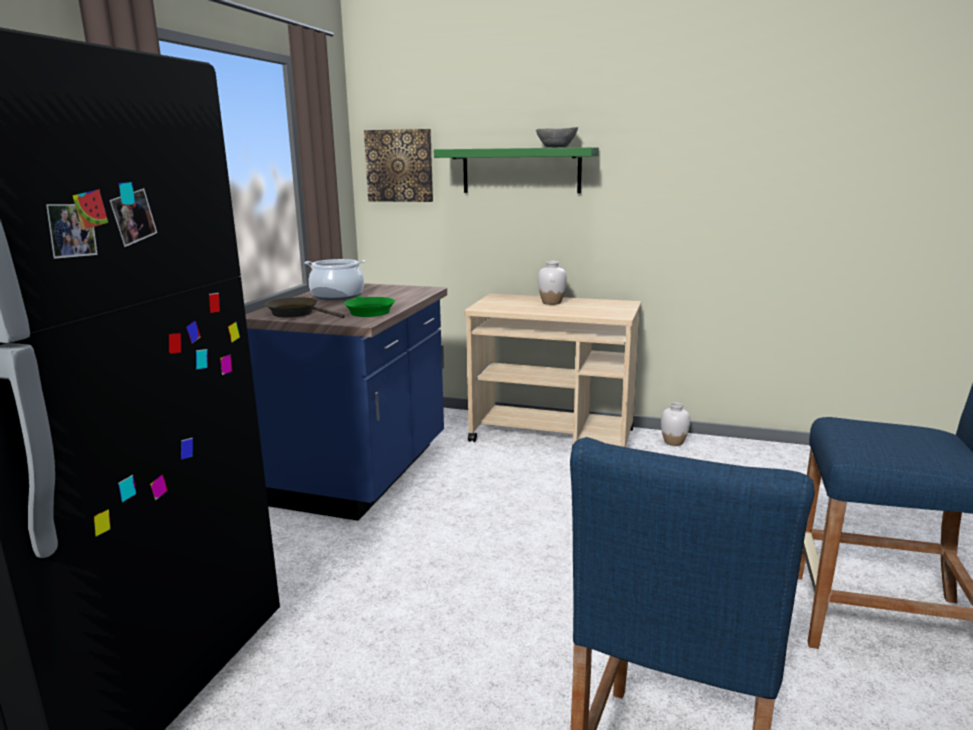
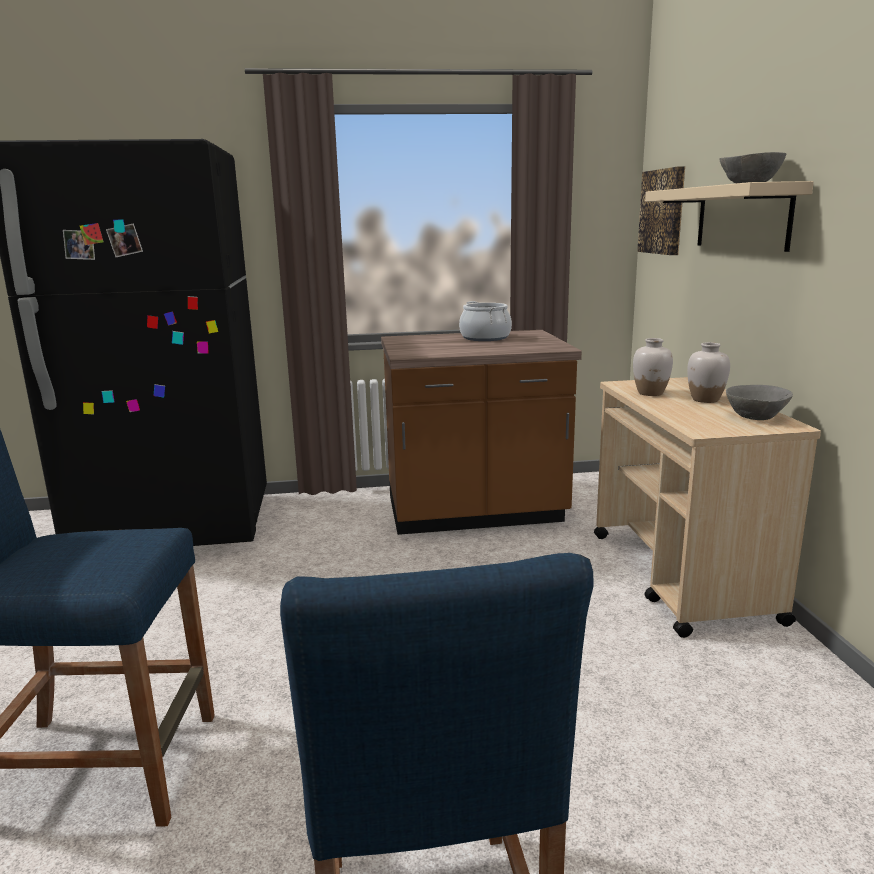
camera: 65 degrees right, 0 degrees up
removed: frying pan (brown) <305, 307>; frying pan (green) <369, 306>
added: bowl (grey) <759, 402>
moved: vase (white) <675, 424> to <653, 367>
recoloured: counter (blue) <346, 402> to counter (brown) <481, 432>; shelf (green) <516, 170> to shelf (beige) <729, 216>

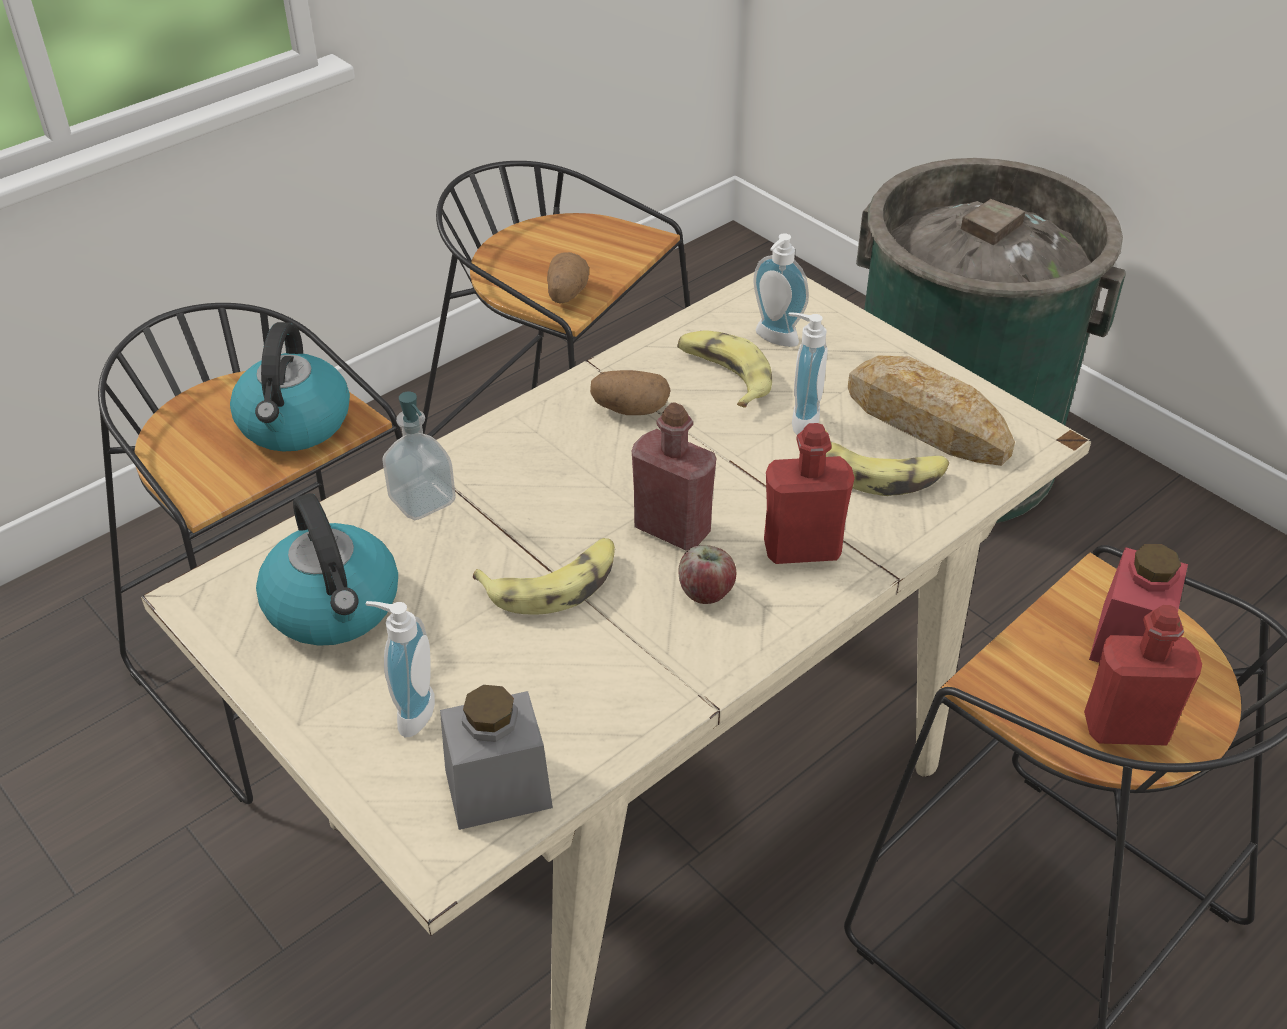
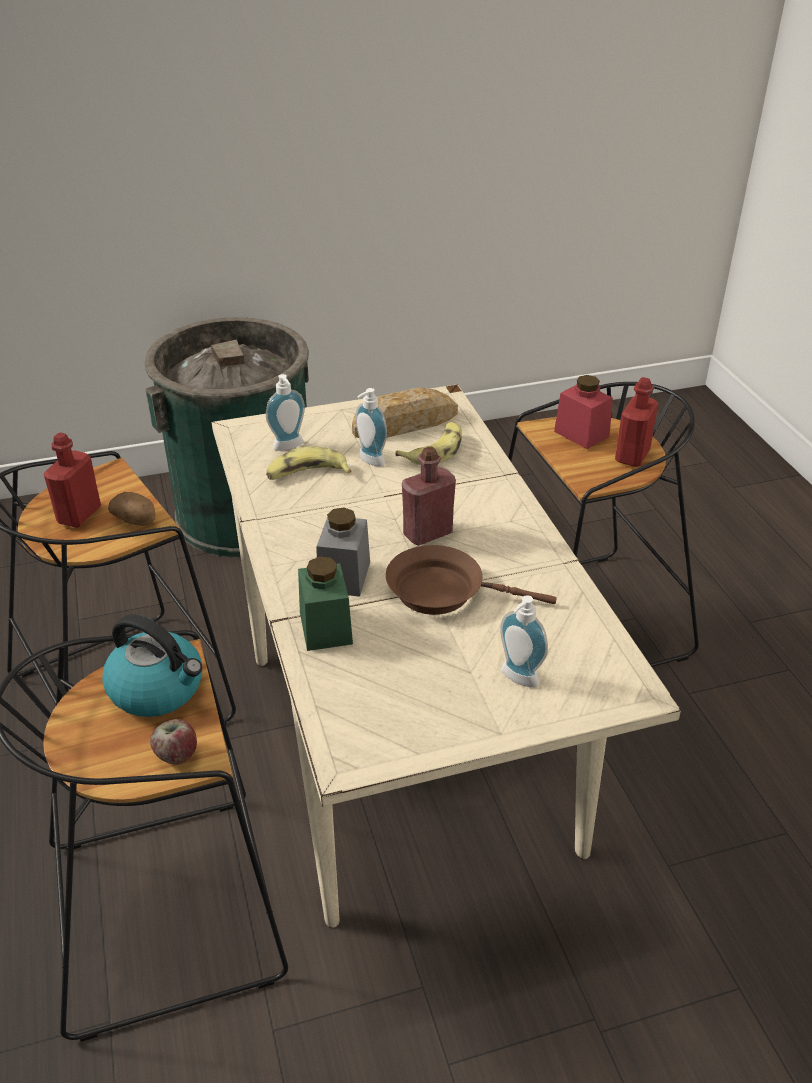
camera: 65 degrees left, 5 degrees down
removed: kettle <327, 569>; potato <630, 392>
moved: bottle (red) <809, 493> to <72, 480>; apple <707, 574> to <173, 742>; jar (grey) <496, 757> to <343, 552>
replaced: soap dispenser <419, 456> to jar (green) <325, 604>; banana <544, 576> to frying pan (brown) <471, 580>

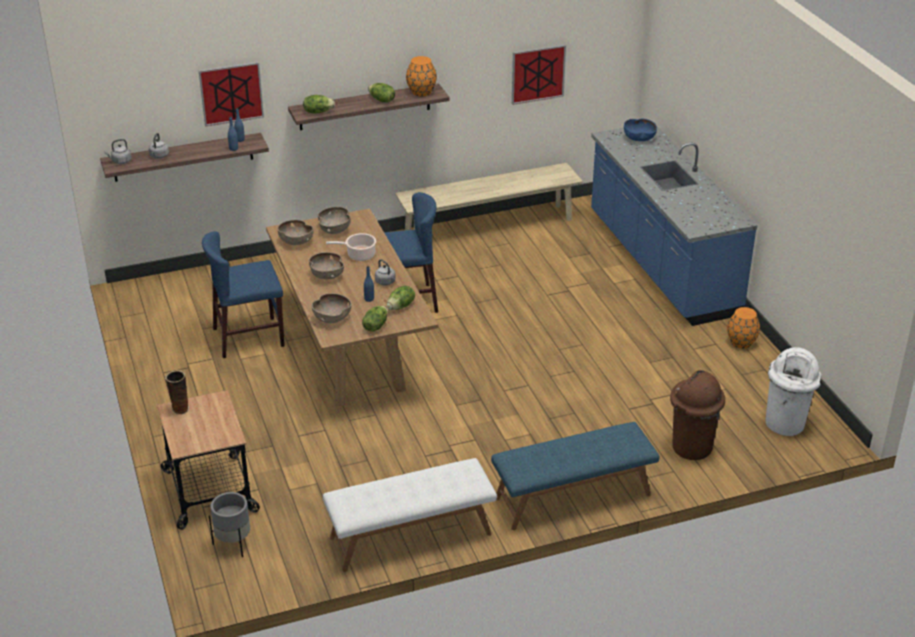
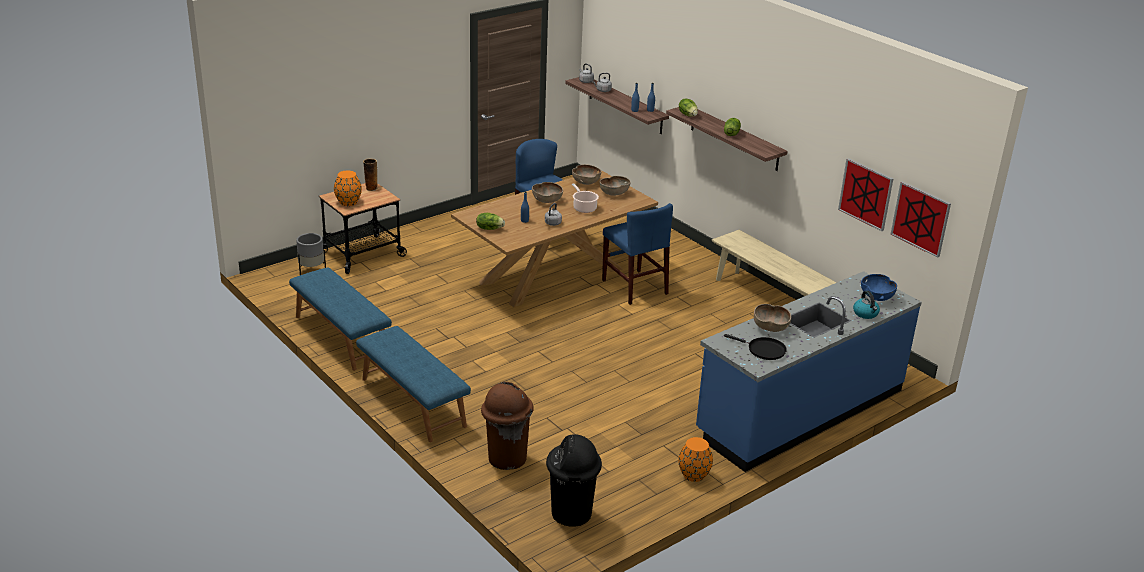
camera: 70 degrees right, 5 degrees down
removed: lettuce <401, 298>
added: frying pan (black) <755, 347>; kettle <866, 305>
moved: vase (orange) <421, 76> to <348, 188>; bowl (brown) <332, 308> to <772, 318>; picture <231, 94> to <920, 219>
recoloured: bench (white) <410, 515> to bench (blue) <340, 319>; trash can (white) <793, 391> to trash can (black) <574, 480>

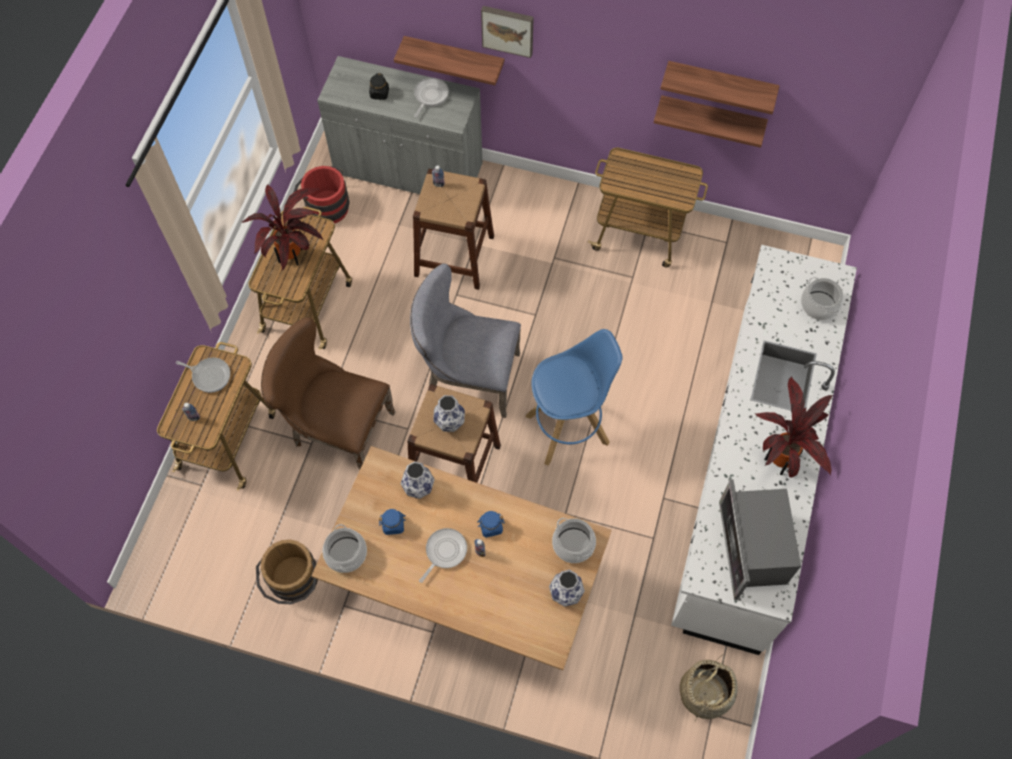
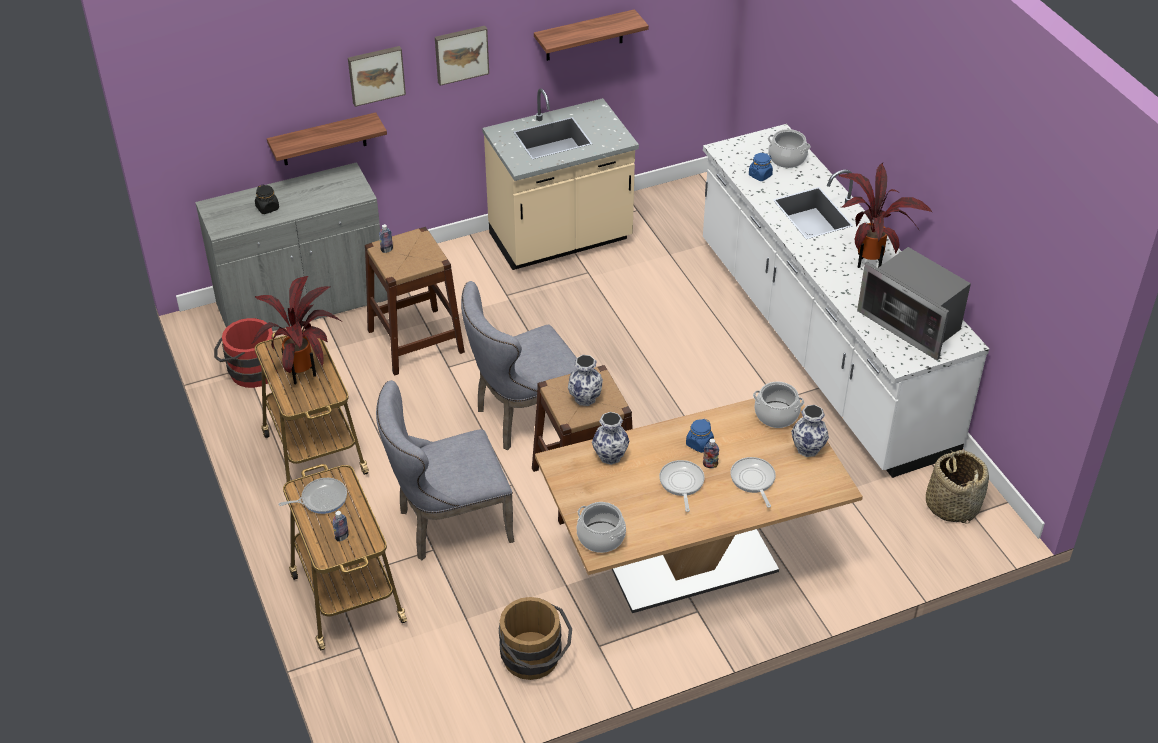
camera: 40 degrees left, 20 degrees down
removed: stool (blue) <574, 397>; shelf <711, 121>
added: picture <462, 56>
moved: frying pan <431, 97> to <753, 482>; jar (blue) <392, 522> to <761, 167>
replaced: cart <648, 207> to counter (beige) <560, 179>
recoloured: chair (brown) <328, 393> to chair (grey) <445, 470>

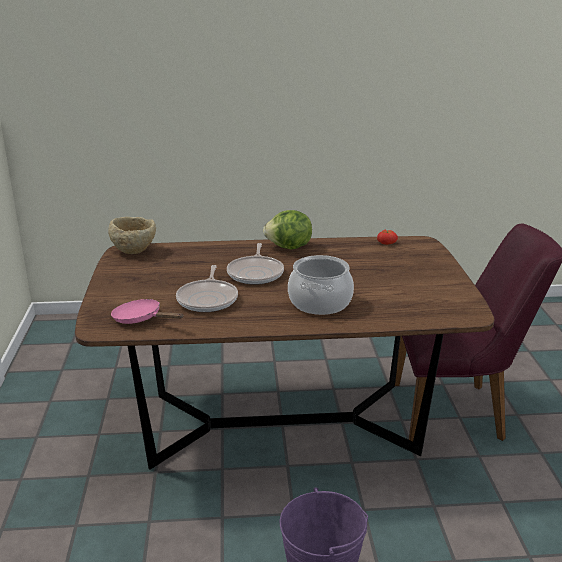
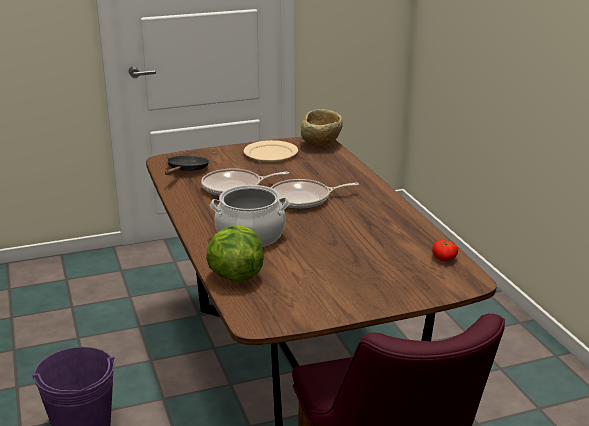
camera: 75 degrees right, 0 degrees up
added: plate (beige) <271, 151>
moved: lettuce <287, 229> to <235, 253>
recoloured: frying pan (pink) <147, 311> to frying pan (black) <187, 165>

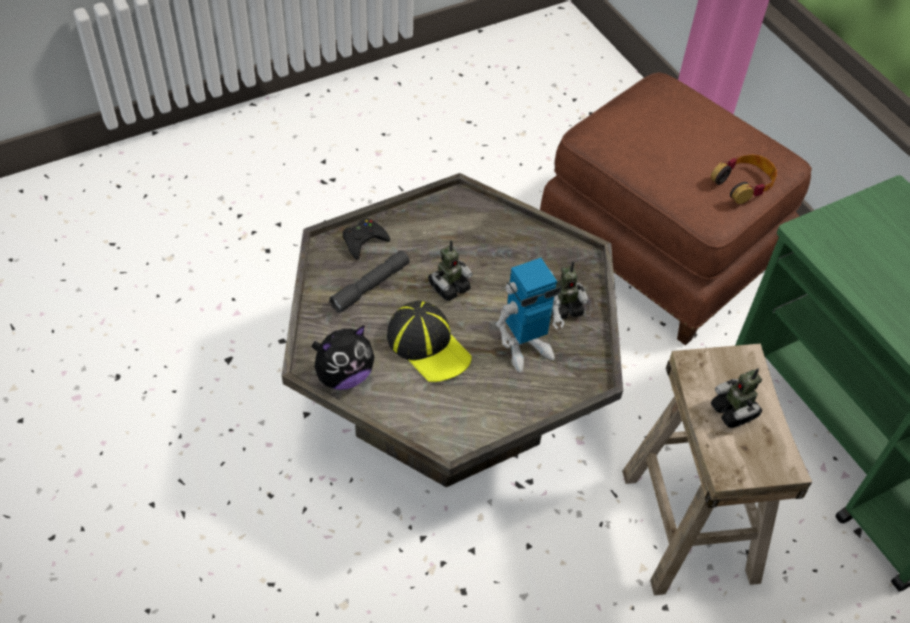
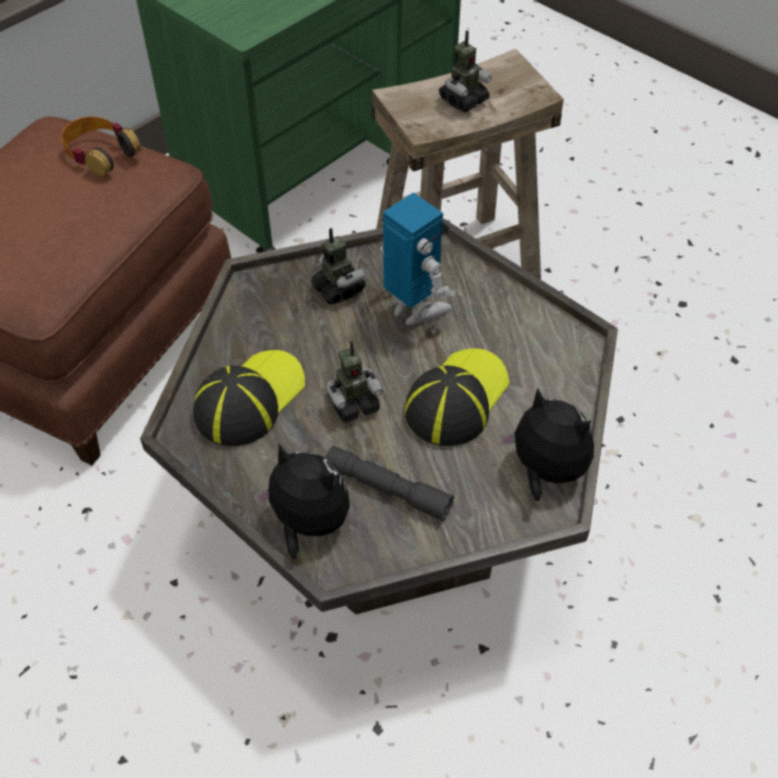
camera: 105 degrees left, 0 degrees up
added: cap <249, 398>
replaced: game controller (black) <366, 239> to plush toy <301, 501>
turned: toy robot <450, 270> = <354, 381> 120 degrees clockwise

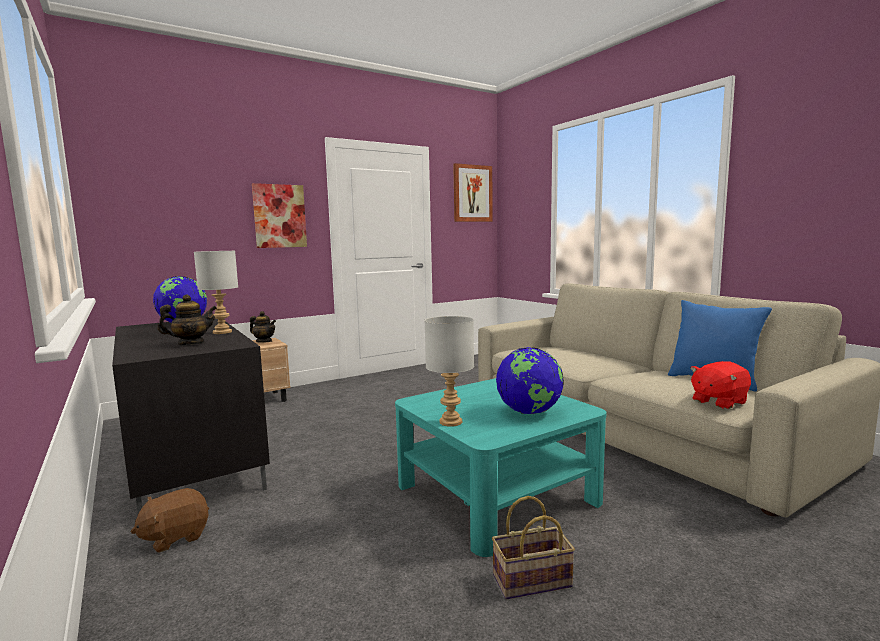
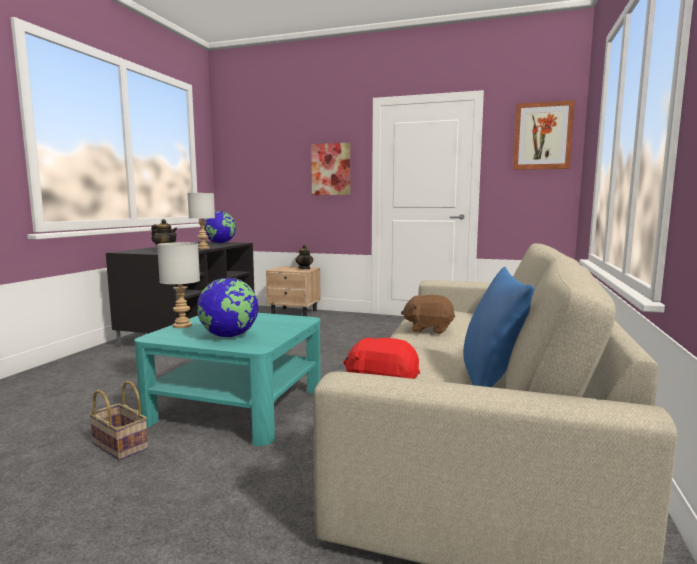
camera: 50 degrees right, 0 degrees up
moved: plush toy (brown) <170, 520> to <428, 314>

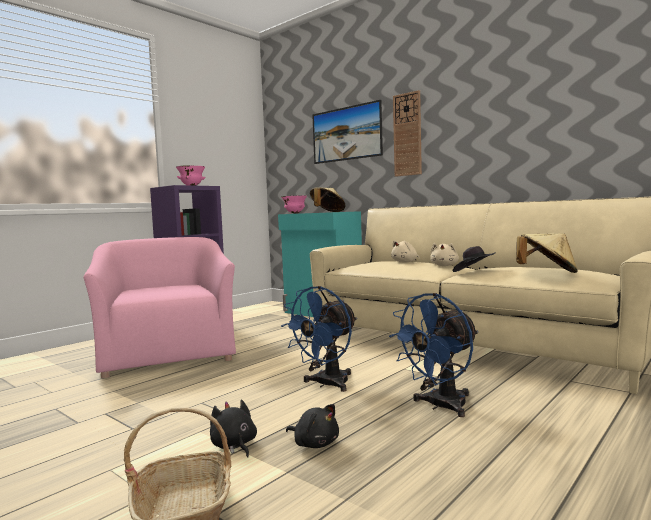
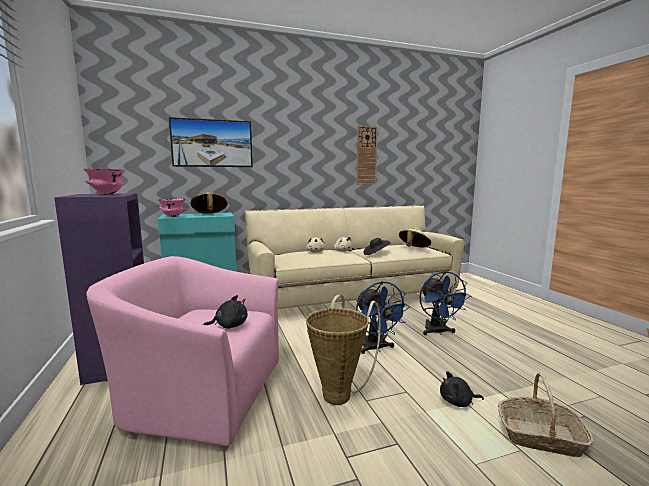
camera: 60 degrees left, 5 degrees up
added: basket <343, 350>
moved: plush toy (black) <312, 426> to <225, 312>; wall clock <407, 133> to <367, 155>

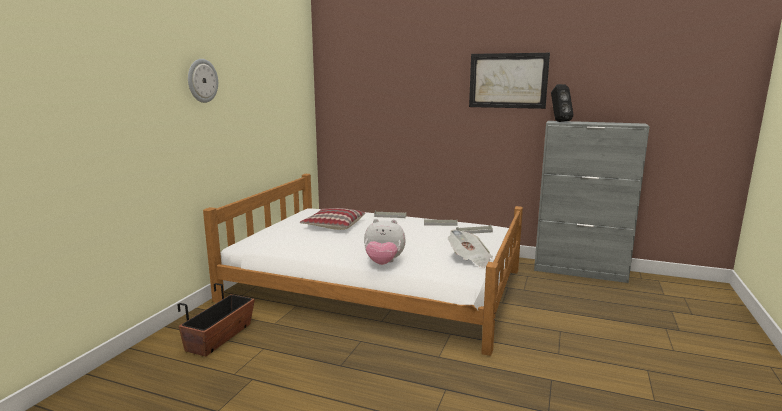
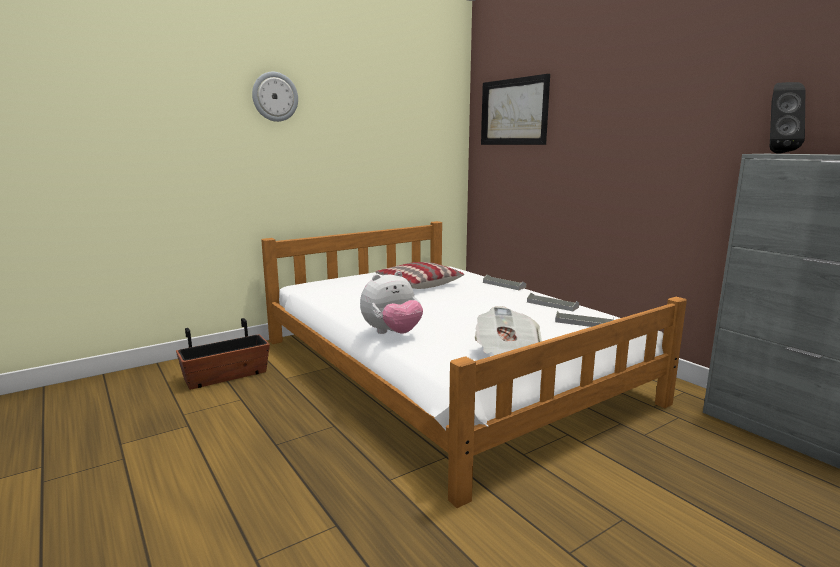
camera: 35 degrees right, 0 degrees up
moved: picture <509, 81> to <515, 109>
turned: plush toy <385, 242> = <391, 302> 75 degrees counterclockwise

